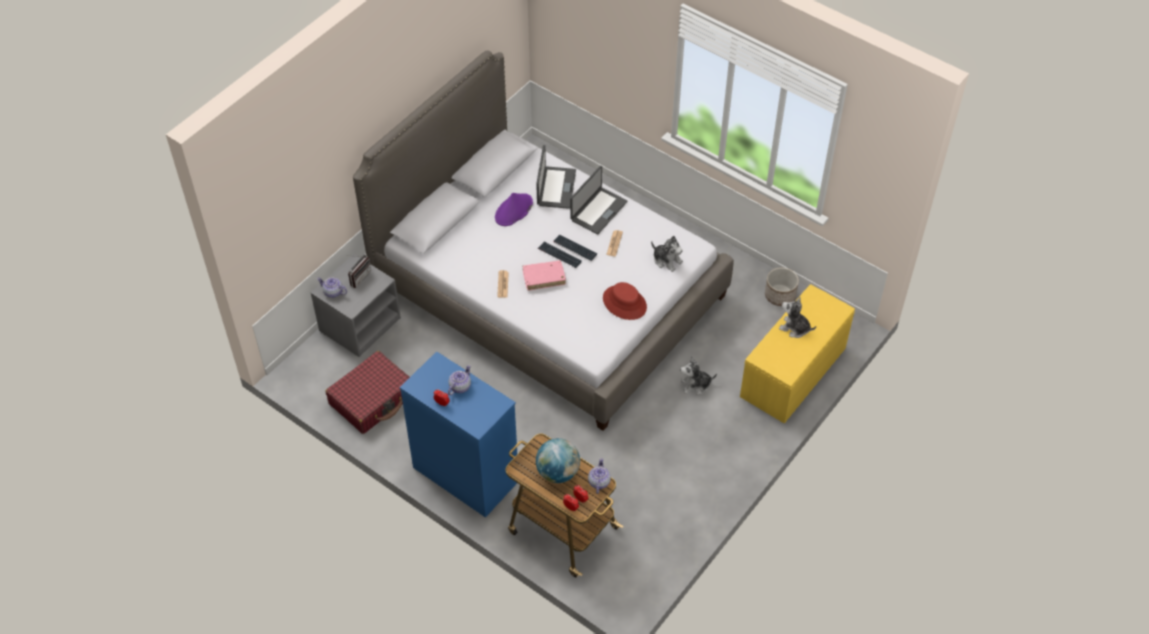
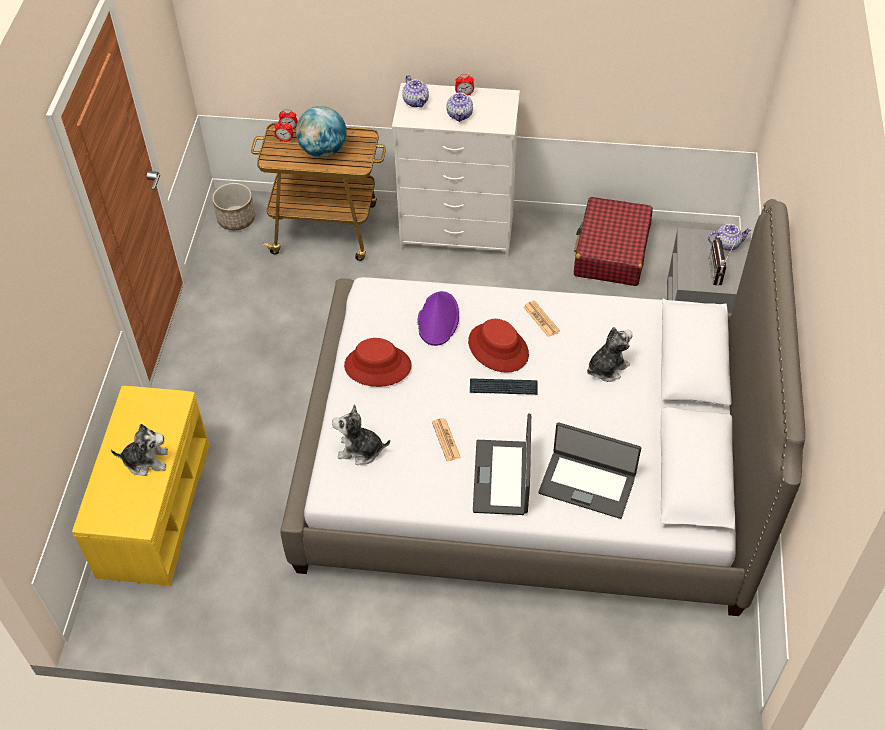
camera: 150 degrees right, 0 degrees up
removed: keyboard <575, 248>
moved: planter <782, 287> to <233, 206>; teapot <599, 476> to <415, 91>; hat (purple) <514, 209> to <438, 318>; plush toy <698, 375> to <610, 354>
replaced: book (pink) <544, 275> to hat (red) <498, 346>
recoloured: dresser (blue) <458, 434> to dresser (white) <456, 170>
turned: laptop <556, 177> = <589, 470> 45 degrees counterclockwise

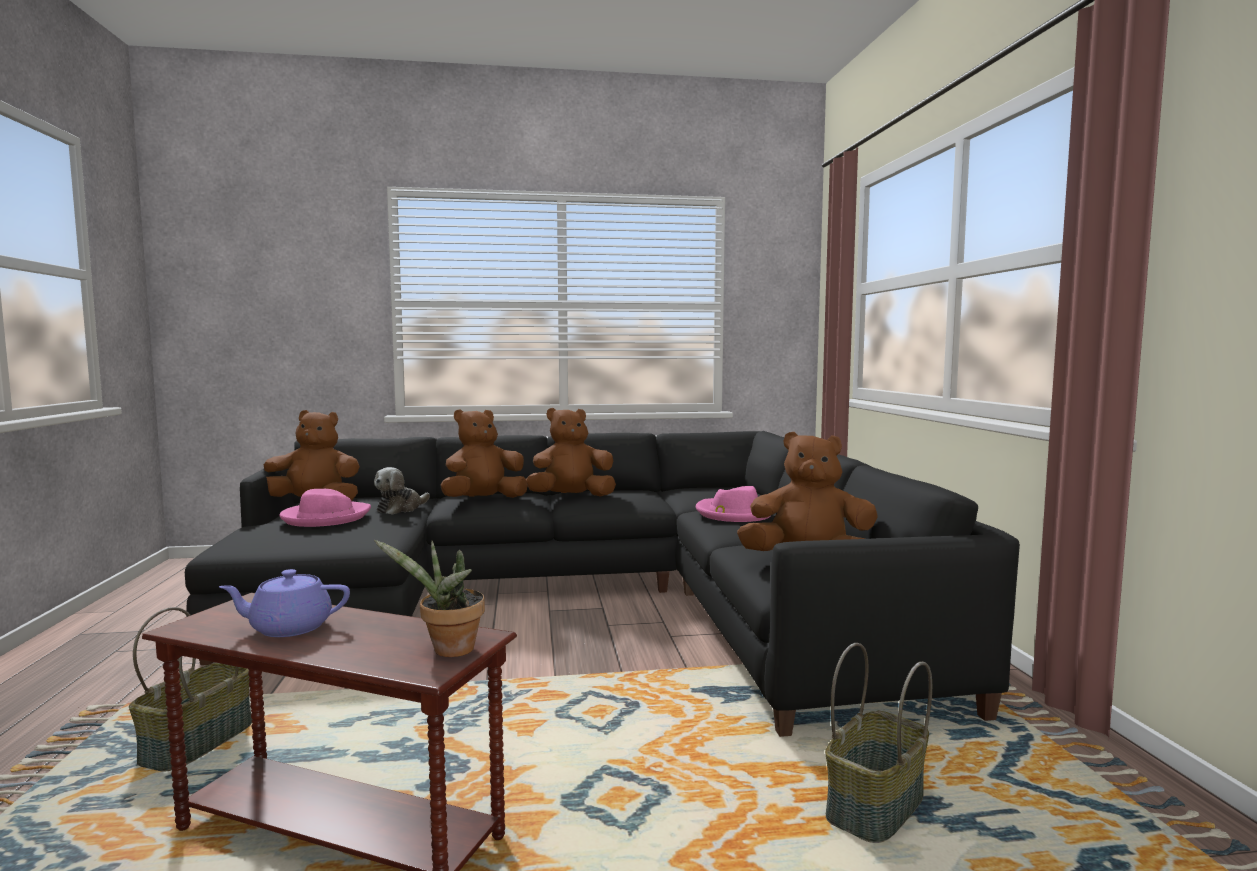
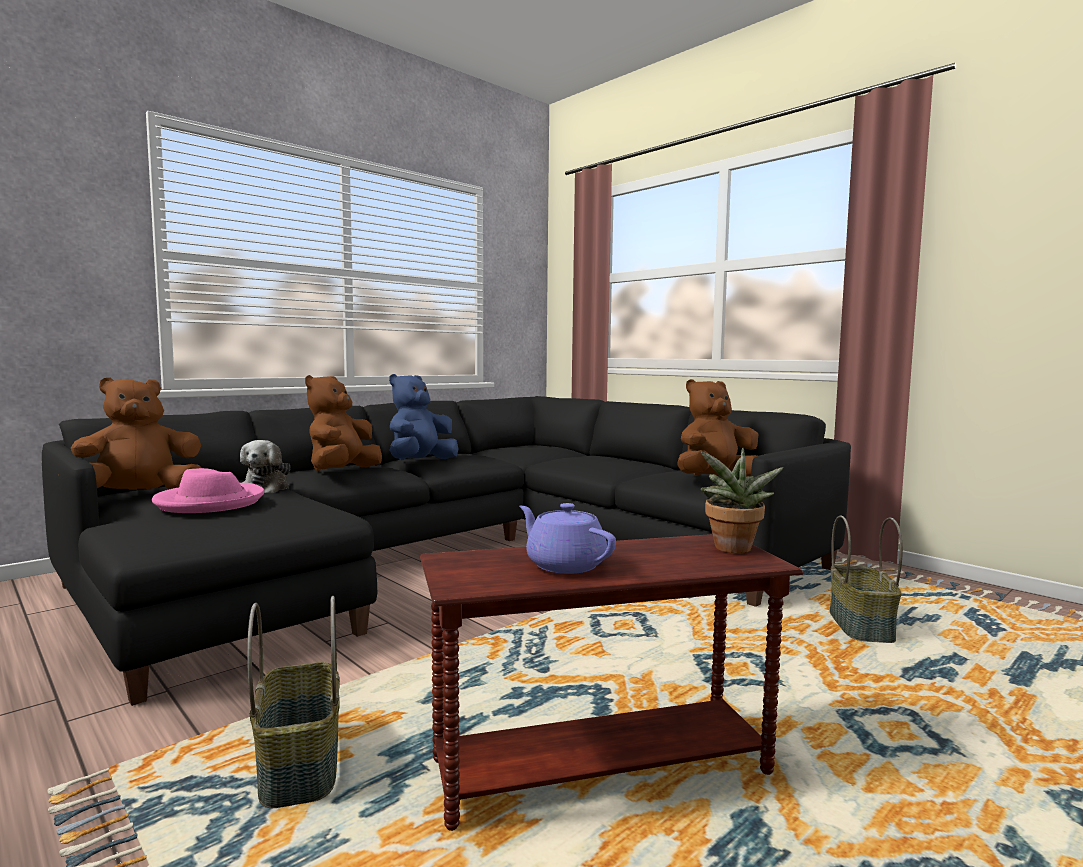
camera: 35 degrees left, 0 degrees up
removed: hat (pink) <733, 504>
recoloured: plush toy (brown) <571, 452> to plush toy (blue) <424, 417>
turned: teapot (purple) <284, 603> = <567, 538> 90 degrees clockwise

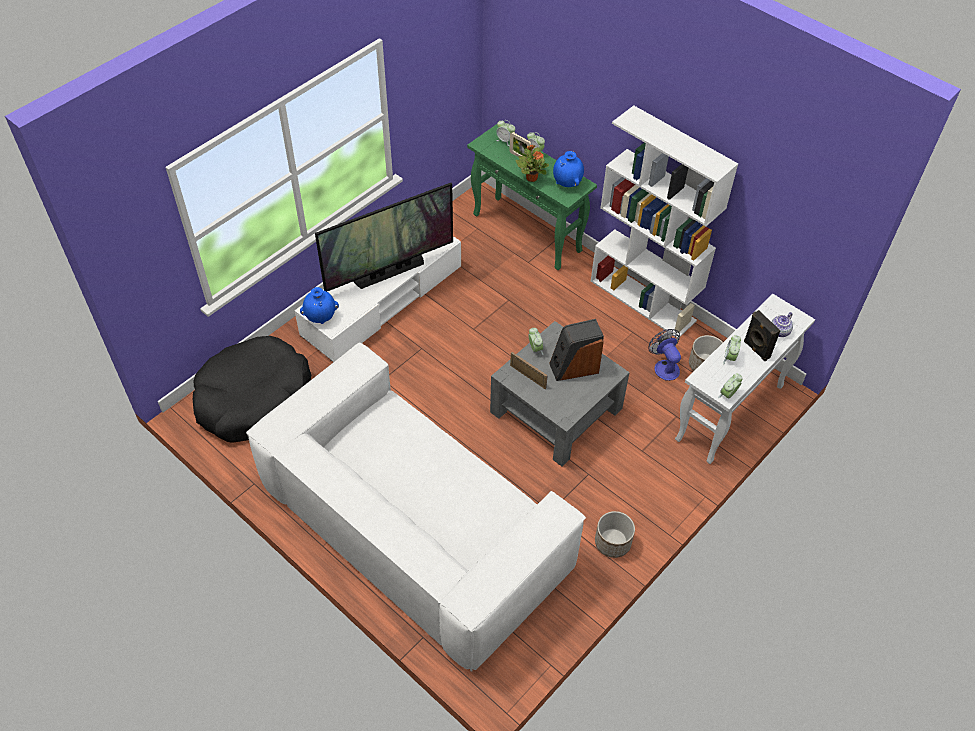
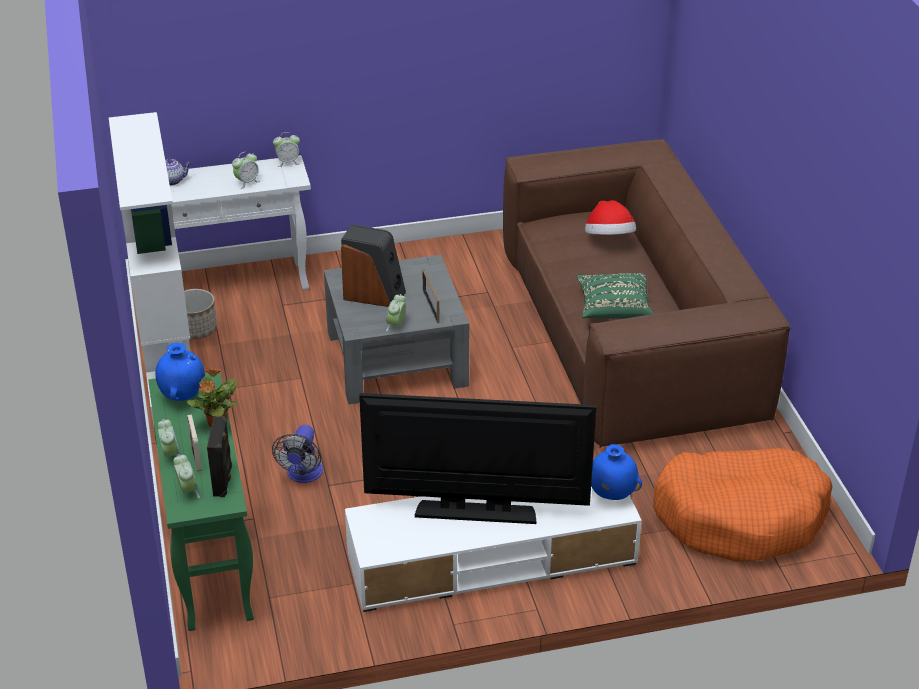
camera: 145 degrees left, 15 degrees down
removed: planter <615, 534>
added: pillow (green) <615, 296>; hat <610, 217>
moved: speaker (black) <762, 335> to <219, 456>; fan <664, 355> to <297, 454>
recoloured: sofa (white) <416, 506> to sofa (brown) <647, 293>; dog bed (black) <252, 389> to dog bed (orange) <743, 505>

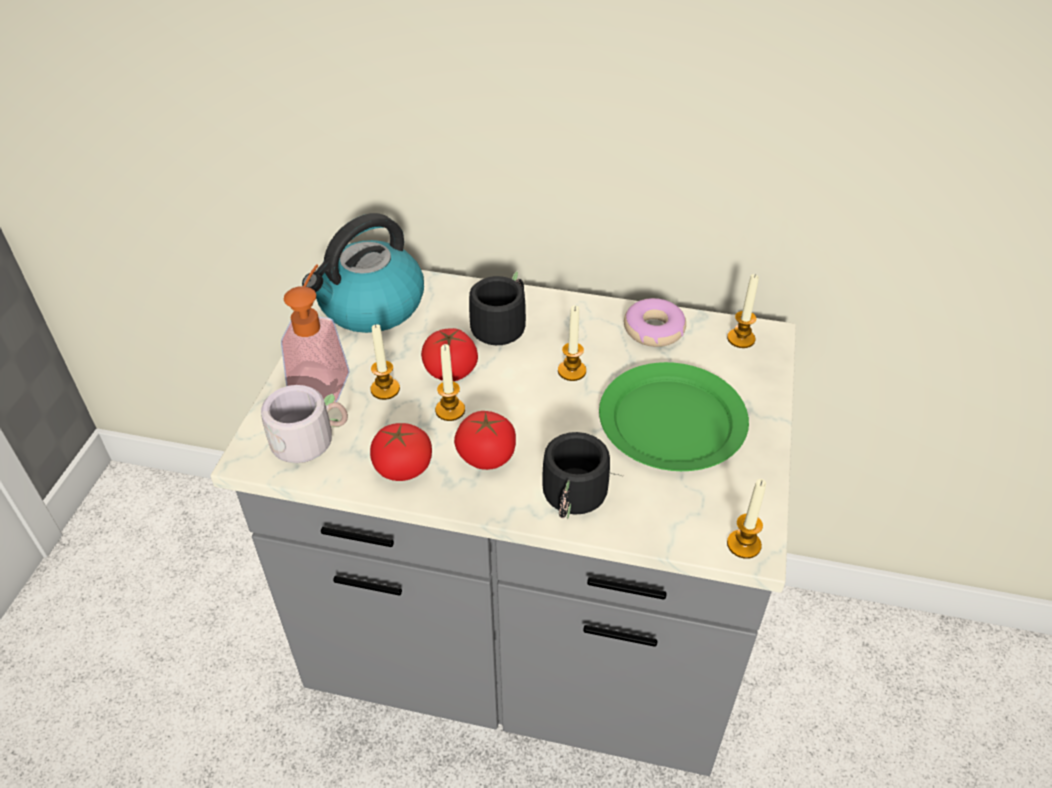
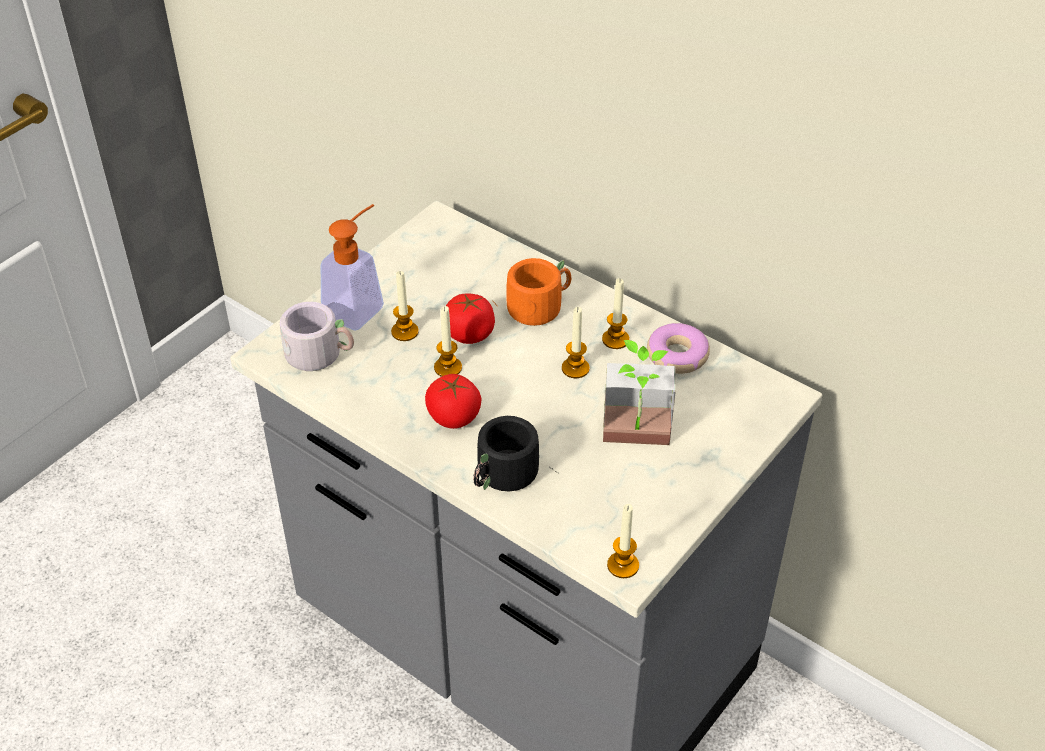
camera: 25 degrees right, 0 degrees up
removed: kettle <363, 273>; tomato <401, 452>
moved: candle <743, 311> to <616, 313>
replaced: plate (green) <674, 416> to potted plant <639, 392>
recoloured: mug (black) <497, 308> to mug (orange) <532, 292>

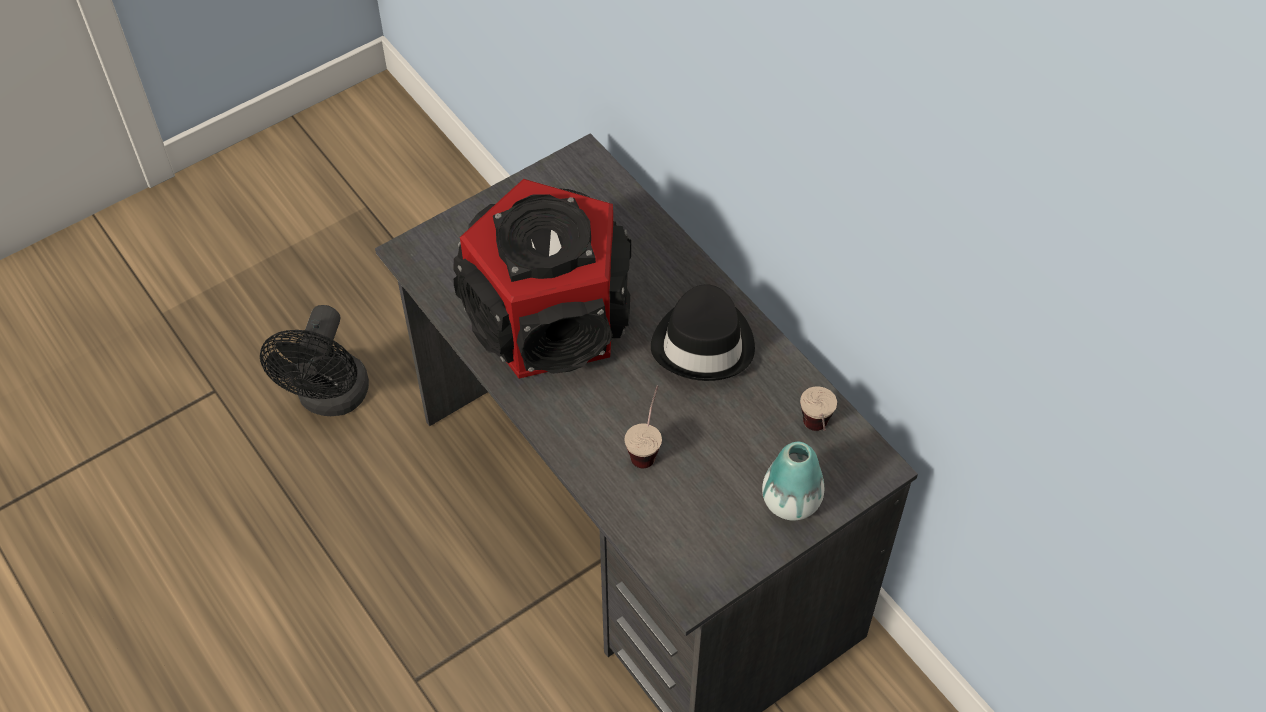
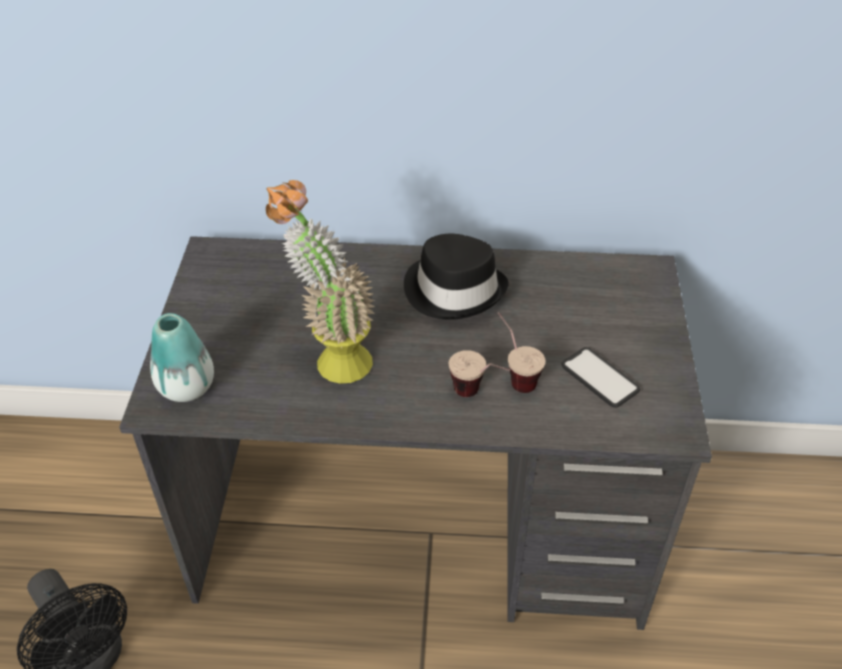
camera: 50 degrees left, 10 degrees down
added: phone <600, 377>
moved: vase <793, 481> to <182, 357>; cup <818, 408> to <479, 373>
replaced: speaker <542, 279> to potted plant <320, 282>

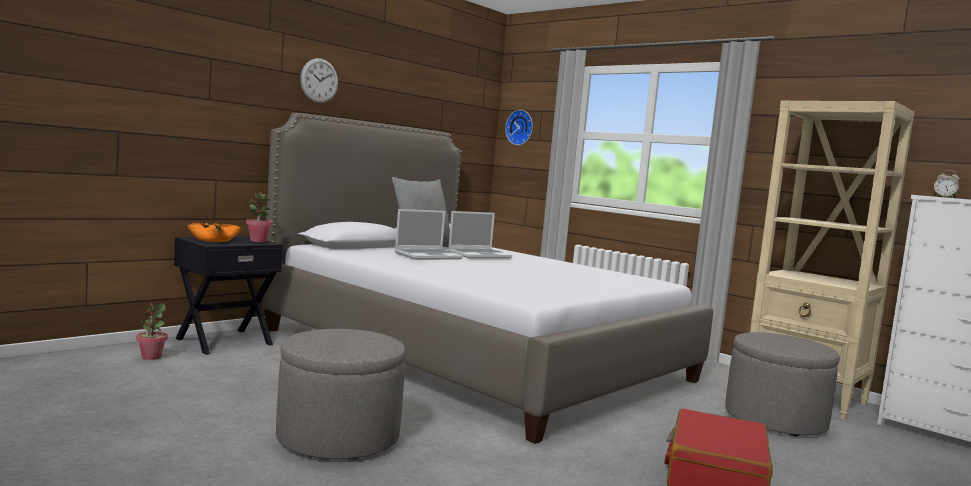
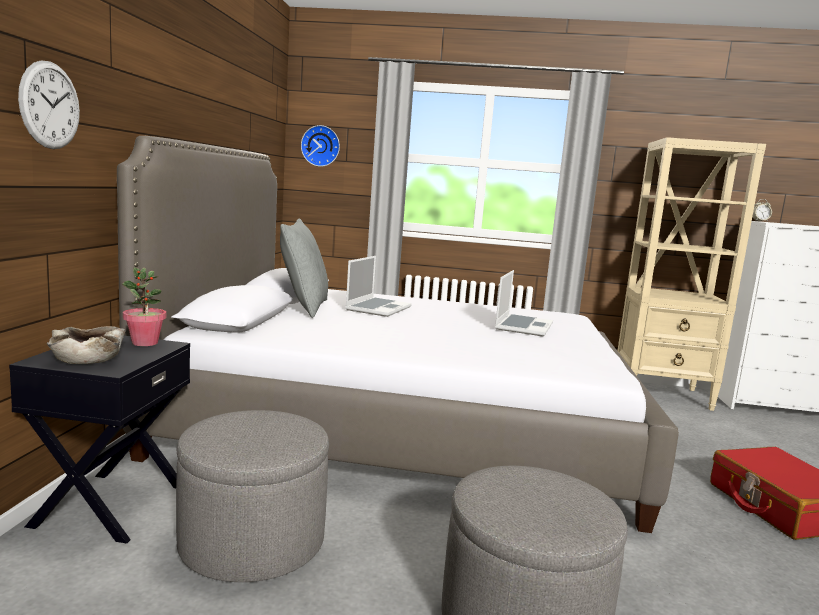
camera: 35 degrees left, 5 degrees up
removed: potted plant <152, 331>
moved: wall clock <319, 80> to <49, 104>; ottoman (grey) <782, 384> to <252, 496>; laptop <429, 234> to <524, 303>
recoloured: bowl (orange) <214, 232> to bowl (beige) <86, 345>

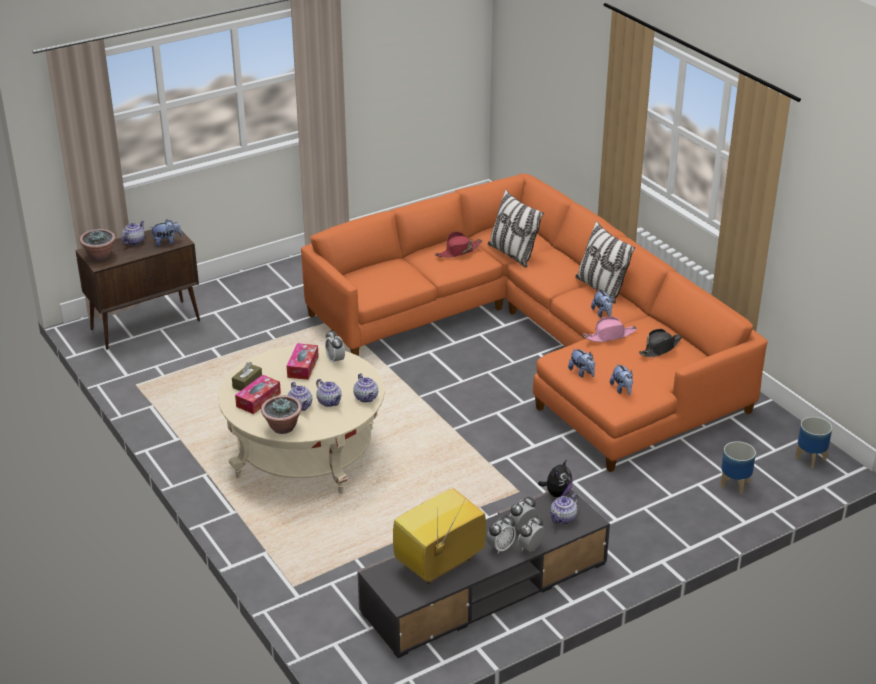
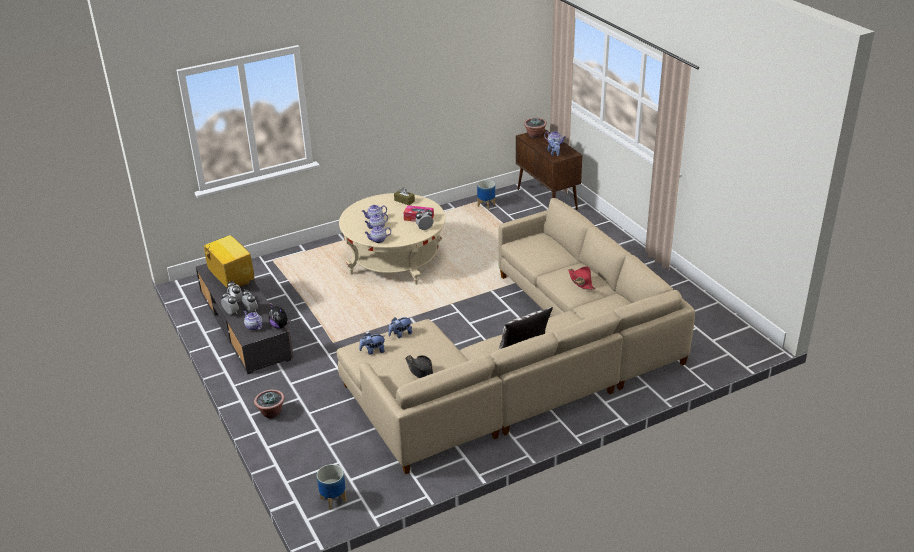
camera: 95 degrees right, 0 degrees up
removed: tissue box <258, 394>; pillow <516, 229>; hat (pink) <610, 329>; plush toy <602, 303>
moved: potted plant <281, 414> to <269, 404>; planter <738, 467> to <486, 195>
recoloured: sofa (orange) <534, 323> to sofa (beige) <516, 336>

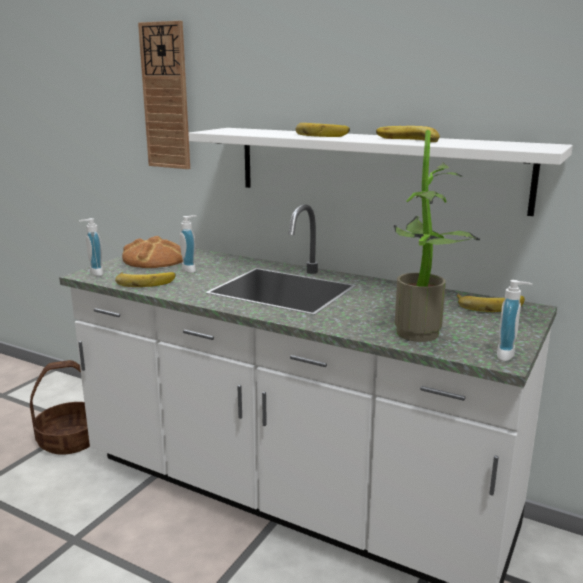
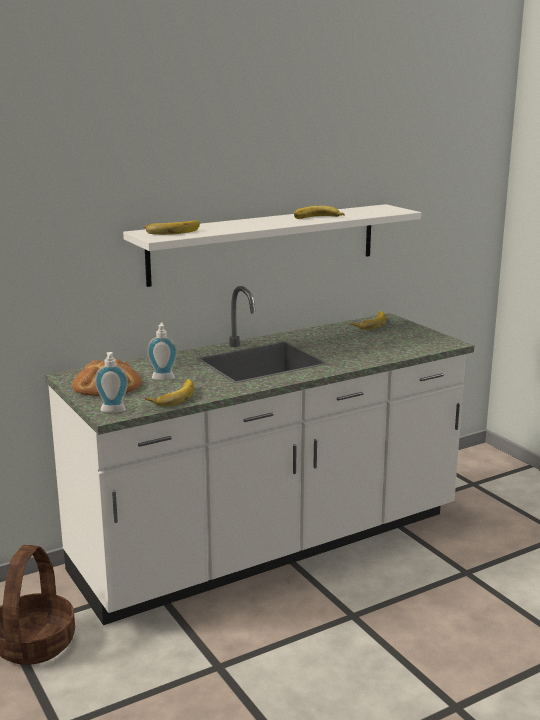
camera: 60 degrees left, 0 degrees up
removed: wall clock <164, 95>; potted plant <437, 236>; soap dispenser <514, 320>
moved: banana <322, 130> to <172, 228>

